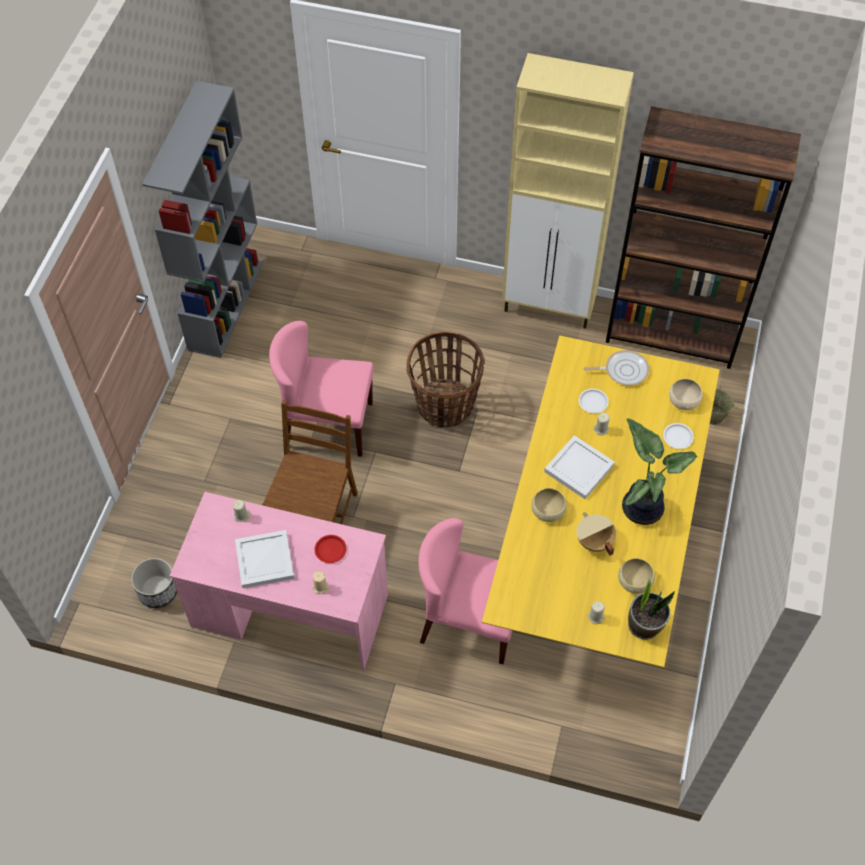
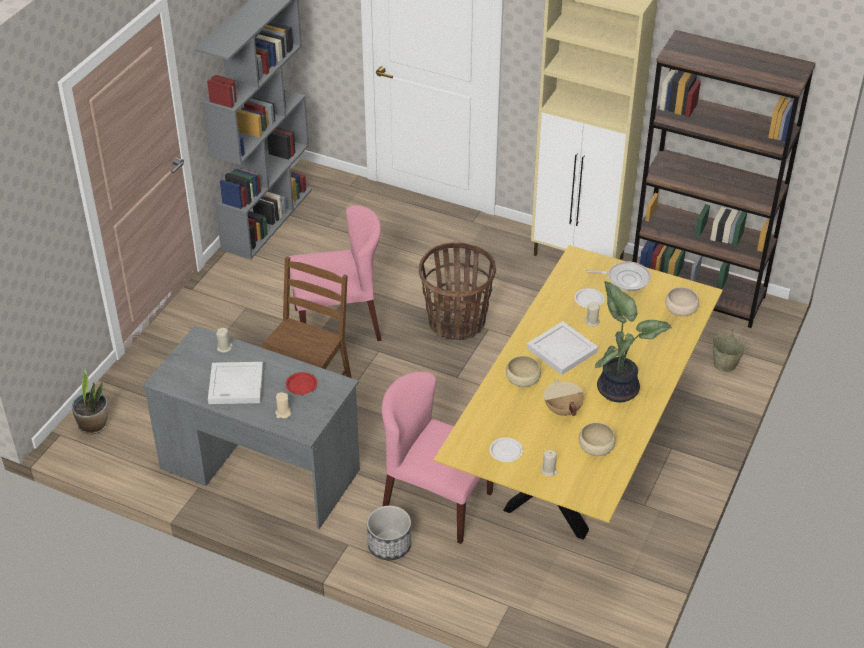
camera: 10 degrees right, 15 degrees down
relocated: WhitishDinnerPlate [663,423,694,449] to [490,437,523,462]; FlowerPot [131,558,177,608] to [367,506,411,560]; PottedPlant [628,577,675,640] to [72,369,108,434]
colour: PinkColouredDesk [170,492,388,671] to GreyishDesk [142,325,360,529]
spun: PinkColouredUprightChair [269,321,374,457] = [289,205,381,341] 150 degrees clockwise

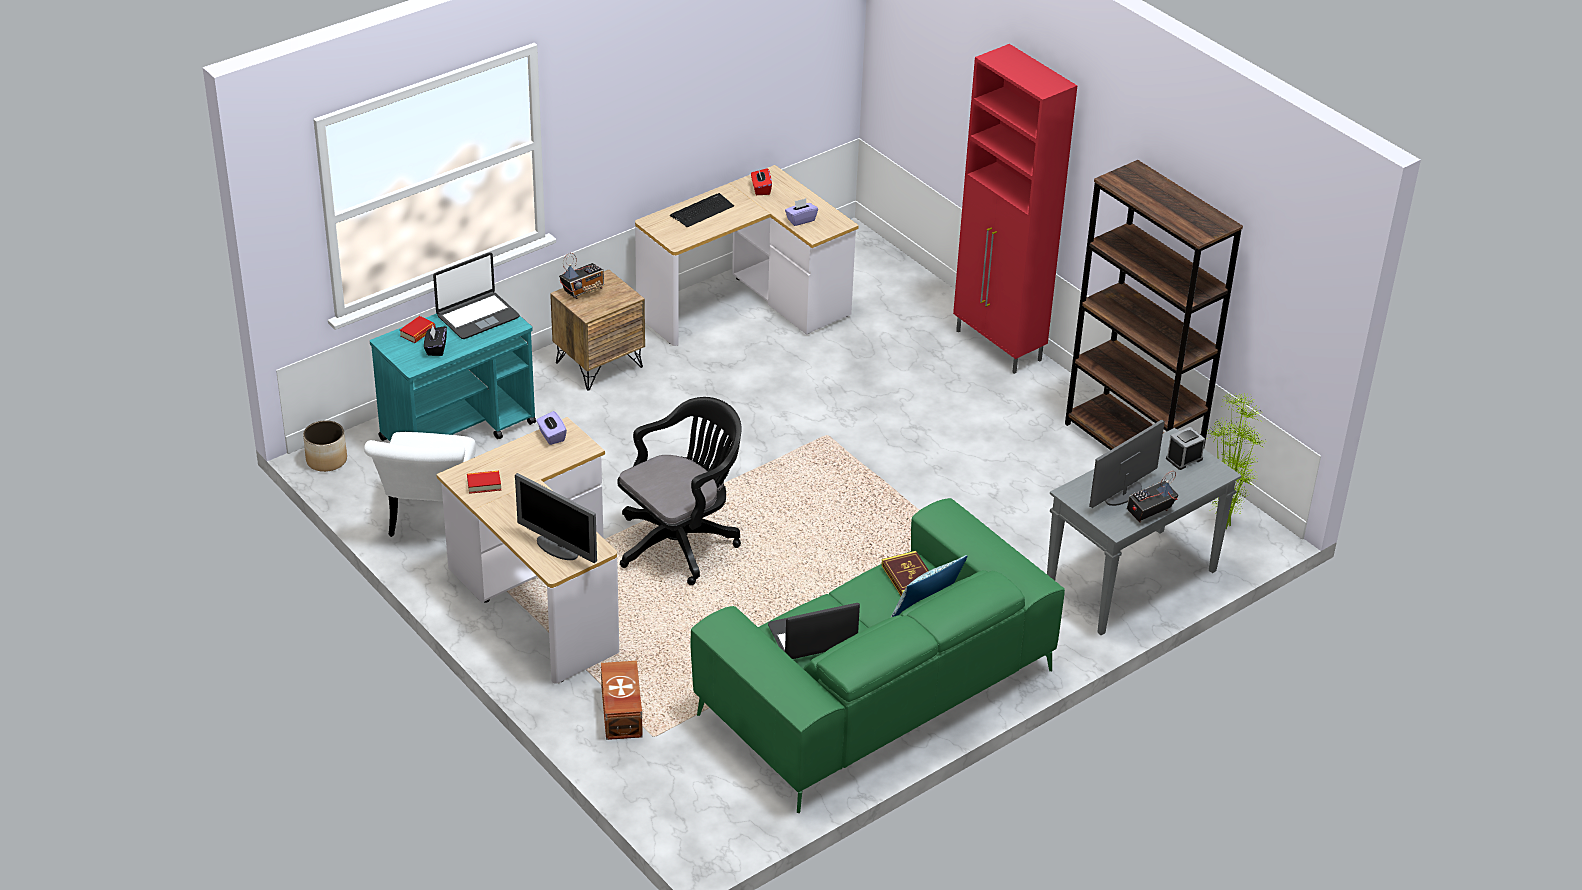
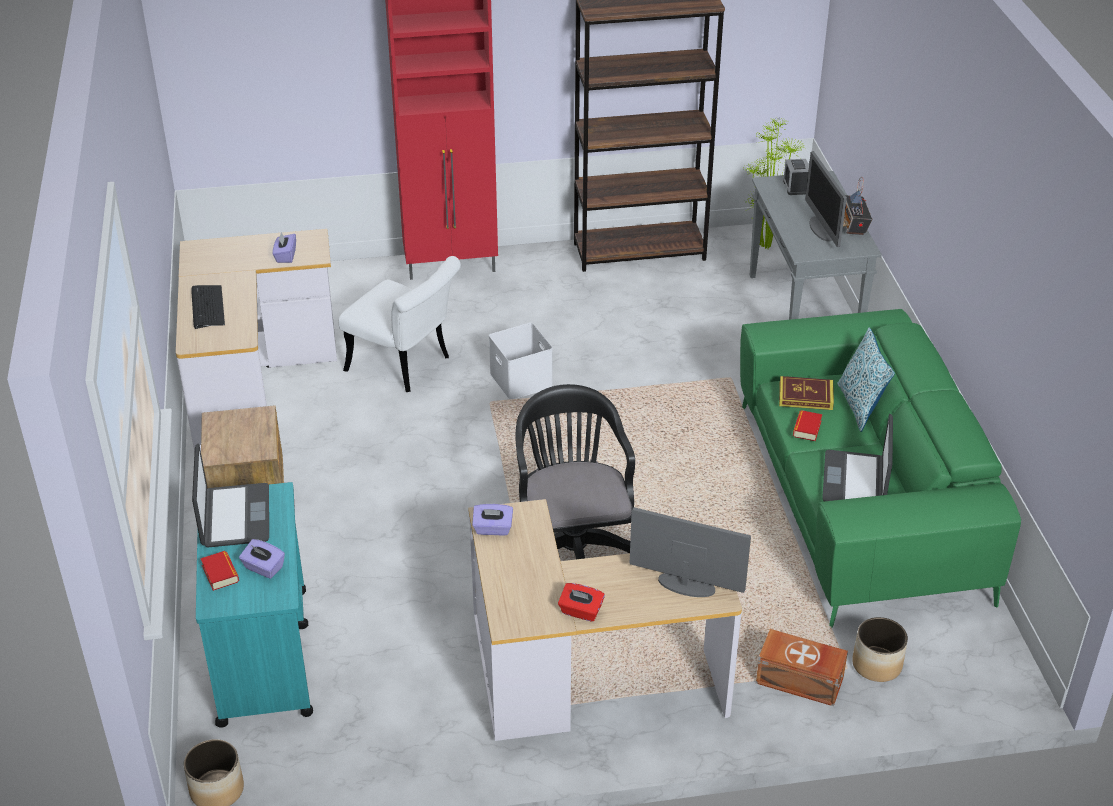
camera: 60 degrees left, 0 degrees up
missing: Radio [559,253,604,299]
appeared: WhitishStorageContainer [489,322,553,399]; FlowerPot [852,617,908,682]
relocated: RedColouredTissueBox [751,168,772,195] to [558,583,605,622]; WhitishUprightChair [364,432,476,537] to [339,256,461,392]; Volume [467,471,501,494] to [793,410,822,441]
colour: BlackColouredTissueBox [424,325,447,356] to PurpleColouredTissueBox [239,539,285,579]
spun: ComputerScreen [515,473,597,563] = [630,507,751,597] 135 degrees counterclockwise

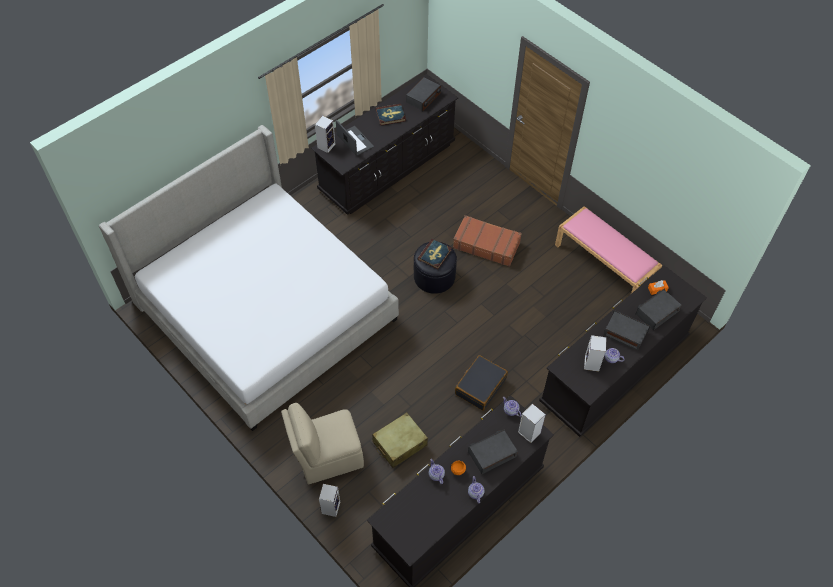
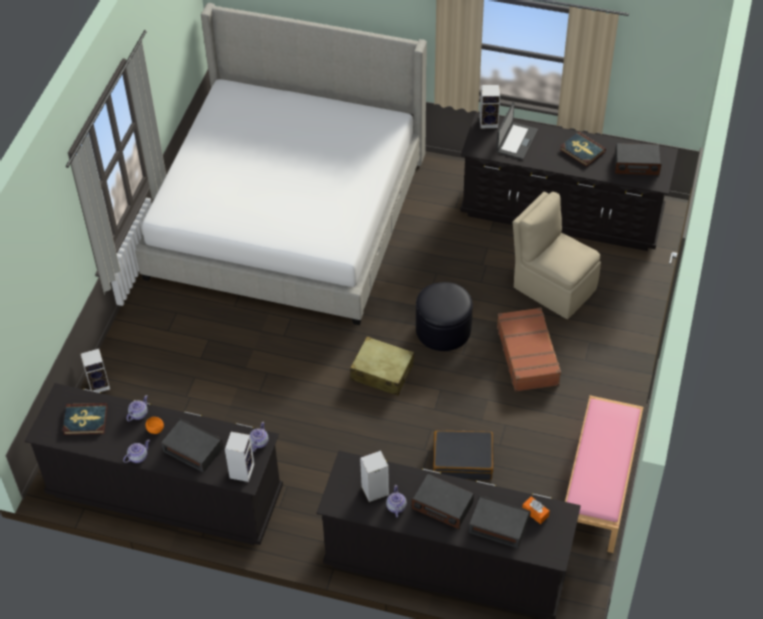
camera: 60 degrees right, 5 degrees down
relocated: Volume [418,239,451,269] to [62,403,108,435]; BlackColouredPieceOfLuggage [455,355,508,411] to [433,431,494,480]; SandColouredUprightChair [281,403,364,484] to [513,192,601,319]; SandColouredPieceOfLuggage [372,412,428,468] to [350,336,414,396]
spun: Radio [604,310,650,351] = [411,474,474,530] 120 degrees clockwise

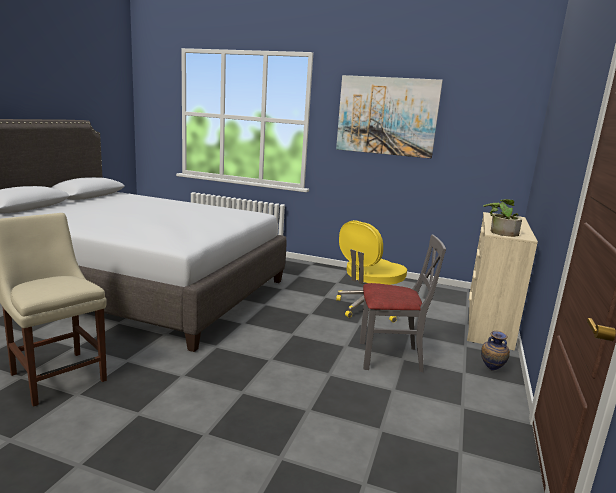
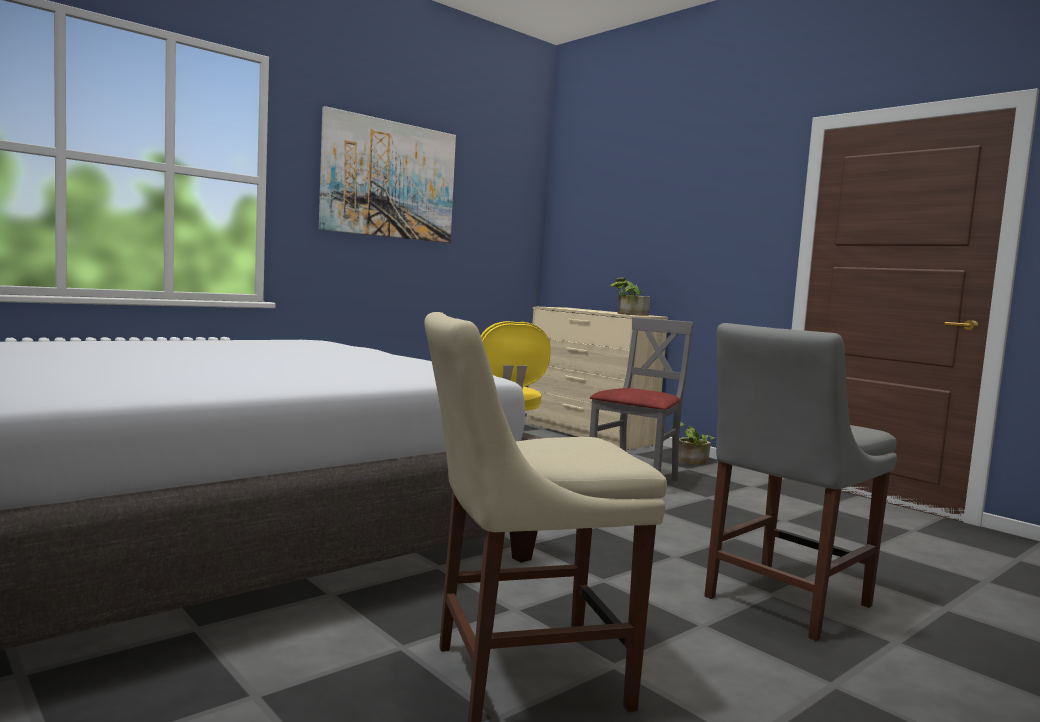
camera: 60 degrees left, 10 degrees down
appeared: GreyishUprightChair [704,323,897,641]
exchanged: DecorativeVase [481,331,510,371] to PottedPlant [672,422,715,464]

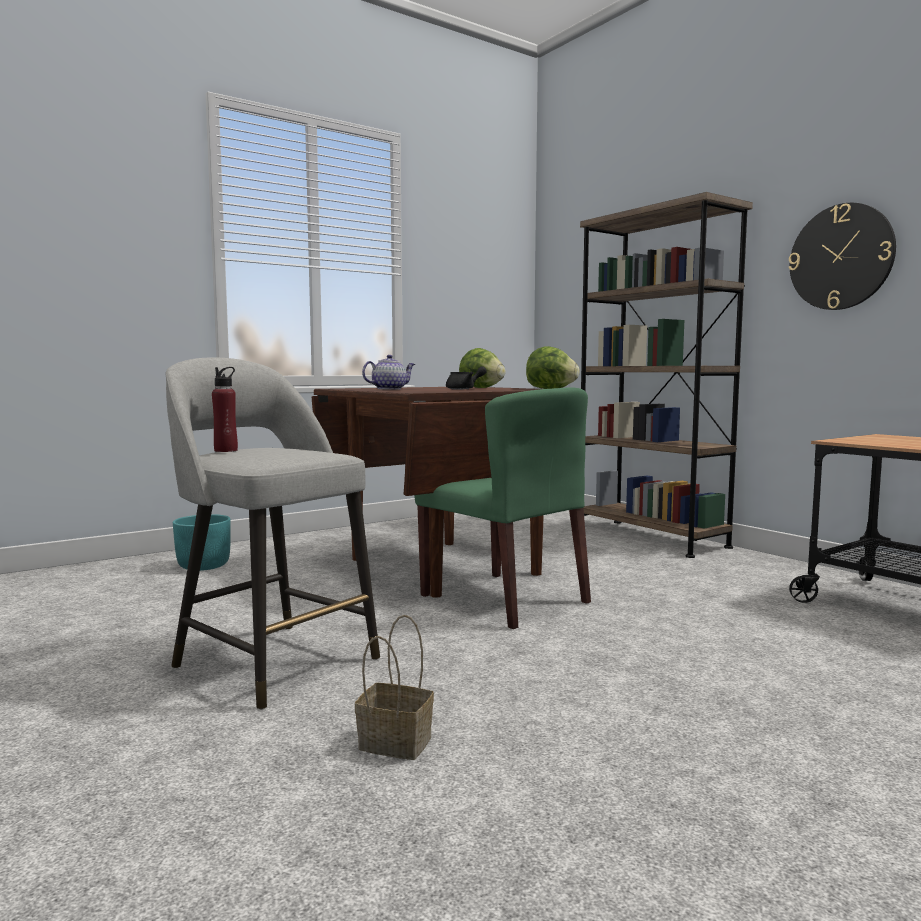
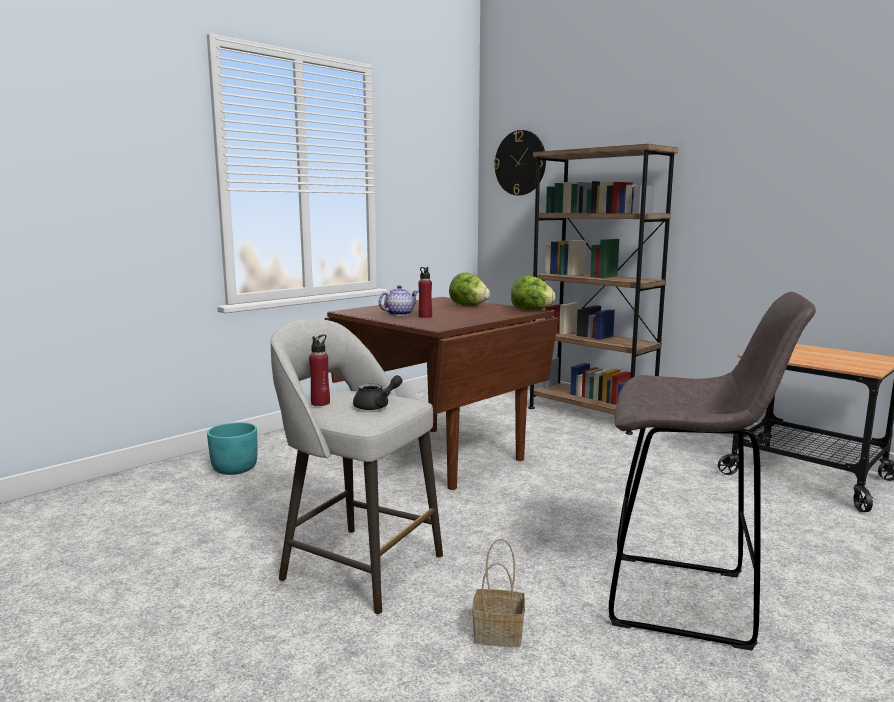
camera: 10 degrees left, 5 degrees up
missing: GreenColouredUprightChair [414,387,591,629]
appeared: RedColouredBottle [418,267,432,318]; GreyishStoolSeat [609,292,816,651]
relocated: WallClock [789,203,896,310] to [494,130,546,195]; BlackColouredTeapot [446,366,487,389] to [353,375,403,410]

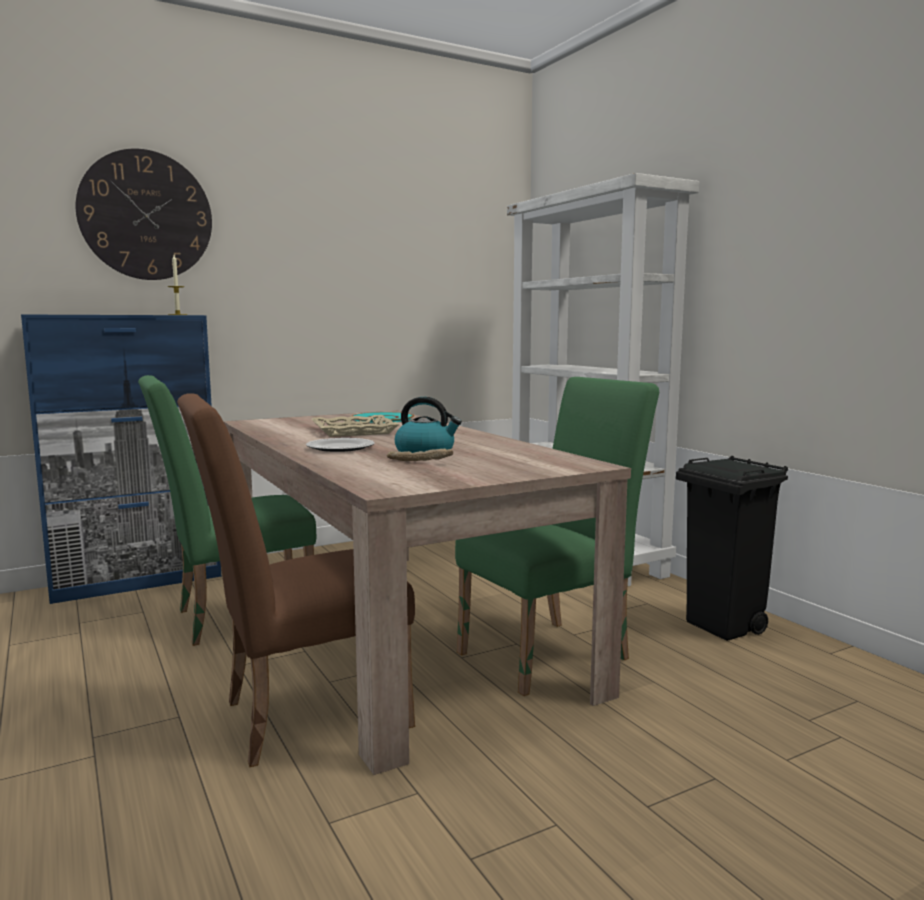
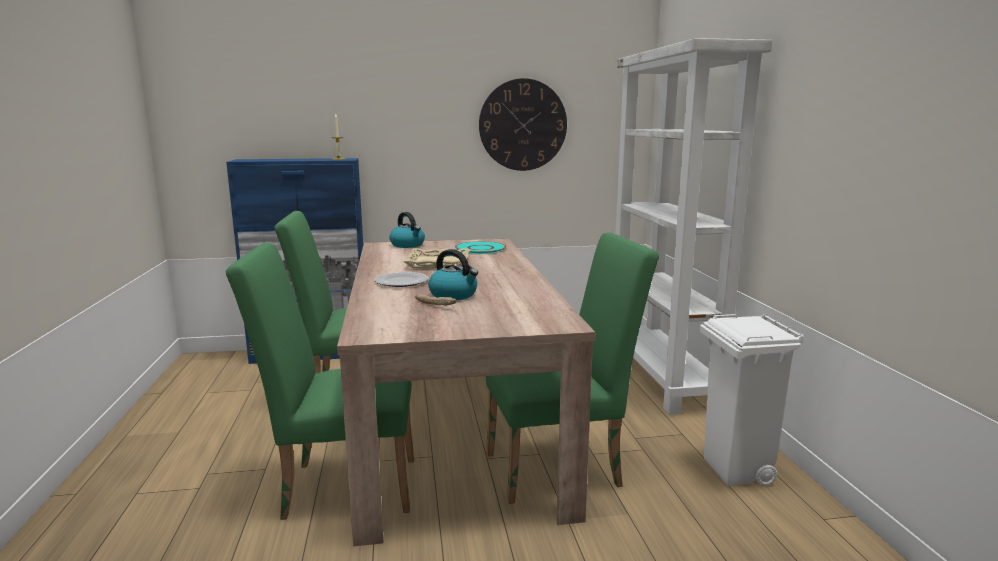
camera: 20 degrees right, 5 degrees up
appeared: WaterKettle [389,212,425,248]
relocated: WallClock [76,149,212,280] to [479,78,567,171]
colour: BrownColouredUprightChair [177,393,415,767] to GreenColouredUprightChair [226,243,414,520]; BlackColouredTrashCan [676,456,788,641] to WhitishTrashCan [700,314,805,486]

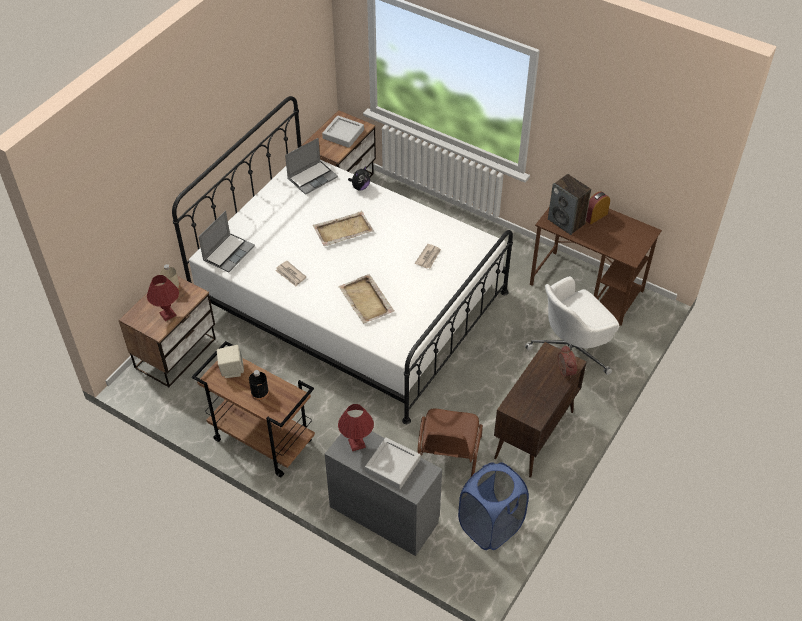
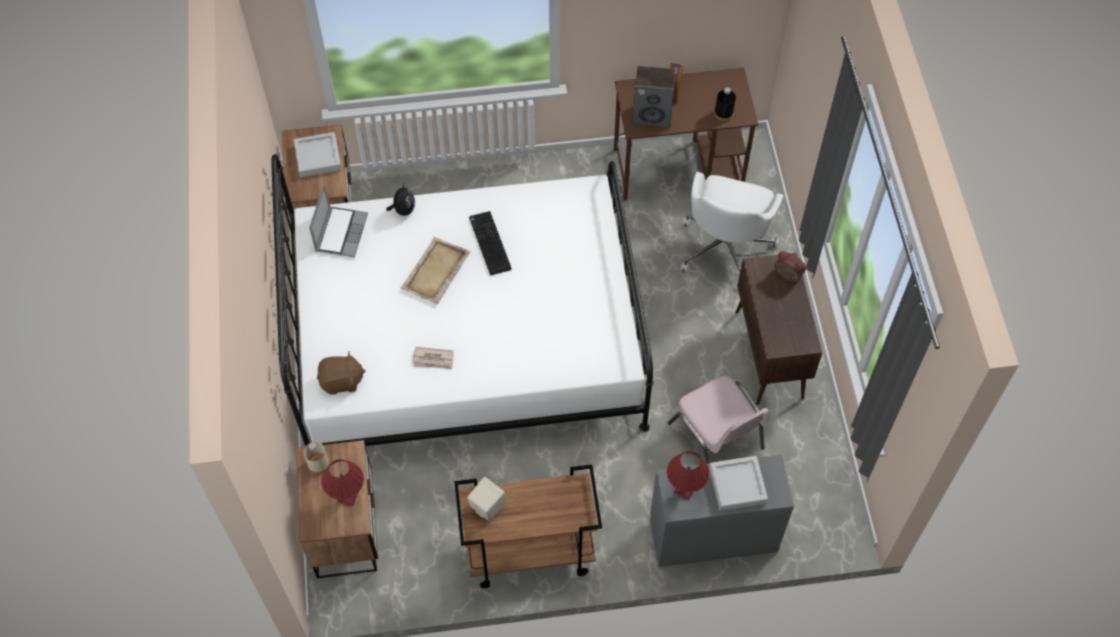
camera: 40 degrees left, 10 degrees up
missing: PrintedPaper [415,244,441,268]; SandColouredCarryingTray [338,274,394,324]; BlueWashingBasket [458,462,529,550]
appeared: Keyboard [469,211,512,275]
relocated: BlackColouredBottle [249,370,269,400] to [714,87,736,121]
exchanged: NotebookComputer [199,210,255,272] to BrownColouredPlushToy [317,351,366,395]
colour: BrownColouredUprightChair [417,409,483,477] to PinkColouredUprightChair [668,376,768,464]

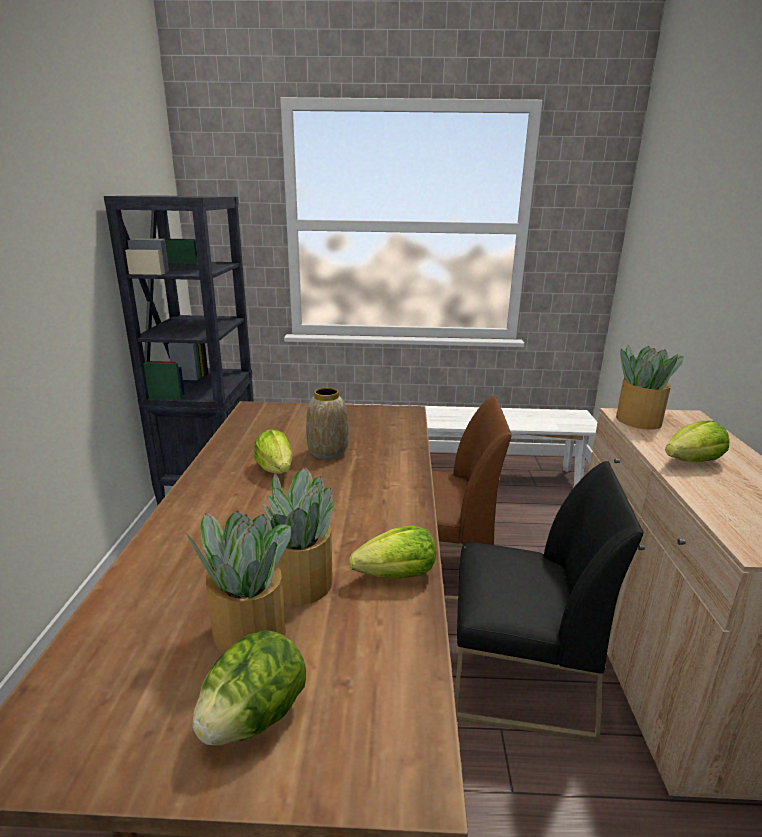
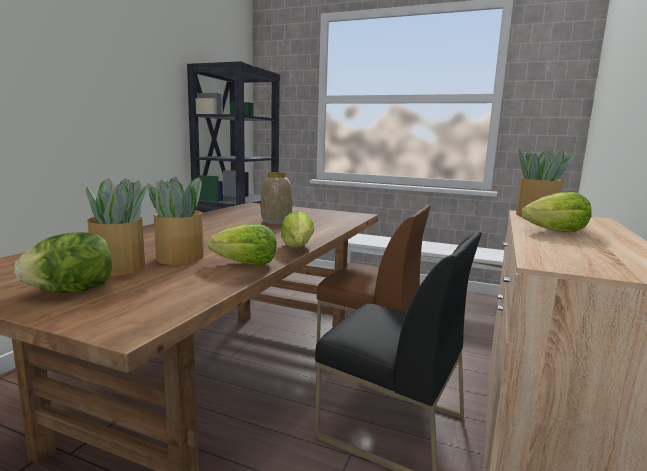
camera: 20 degrees right, 10 degrees down
relocated: LettuceHead [254,429,292,474] to [281,211,314,247]

